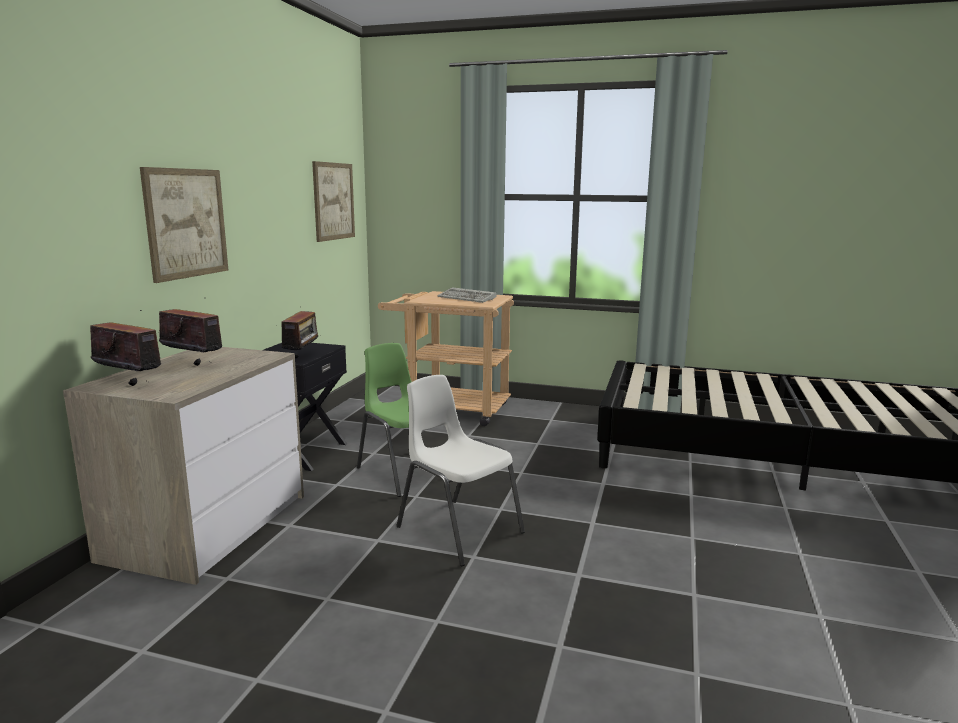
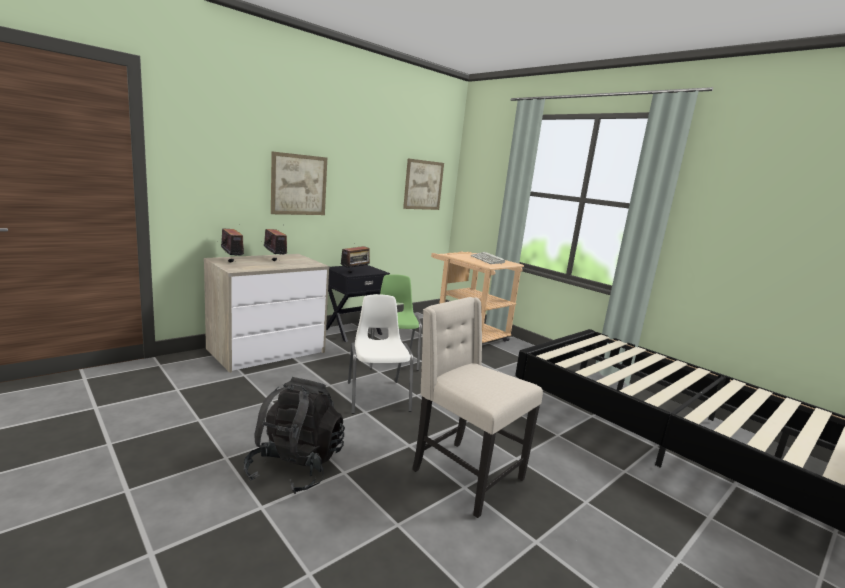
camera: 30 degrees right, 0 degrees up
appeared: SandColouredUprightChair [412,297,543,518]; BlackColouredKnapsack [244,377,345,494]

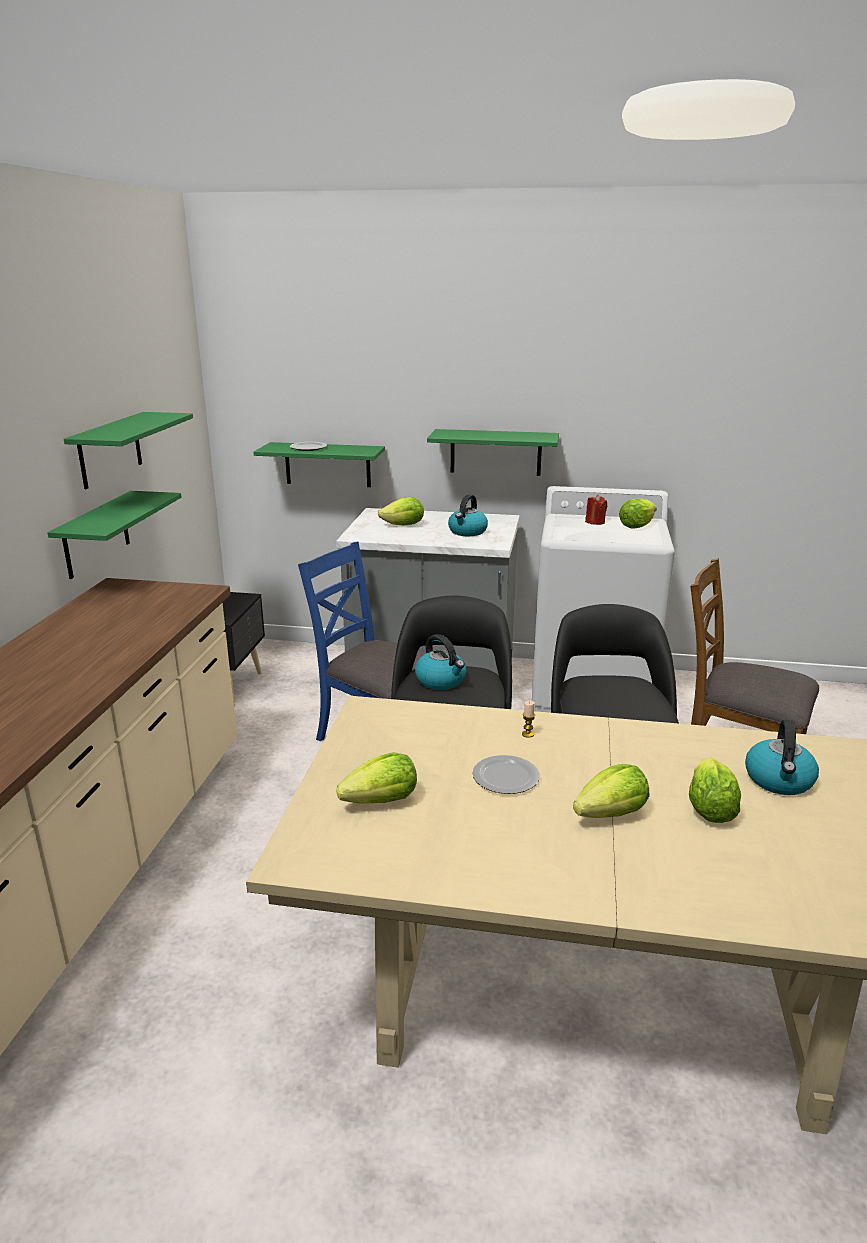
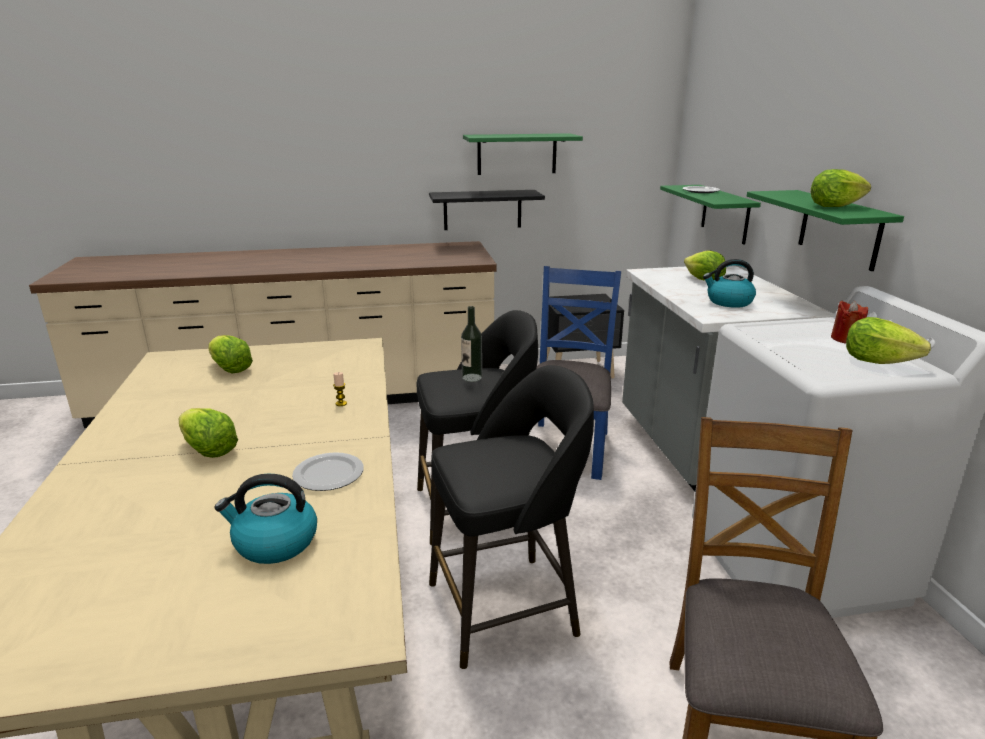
camera: 70 degrees right, 0 degrees up
relocated: DinnerPlate [472,755,540,794] to [292,452,364,491]; LettuceHead [689,757,741,823] to [811,169,871,207]
exchanged: WaterKettle [415,634,466,690] to Bottle [461,306,482,382]
colour: GreenColouredWallShelf [47,491,181,579] to BlackColouredWallShelf [429,190,545,230]

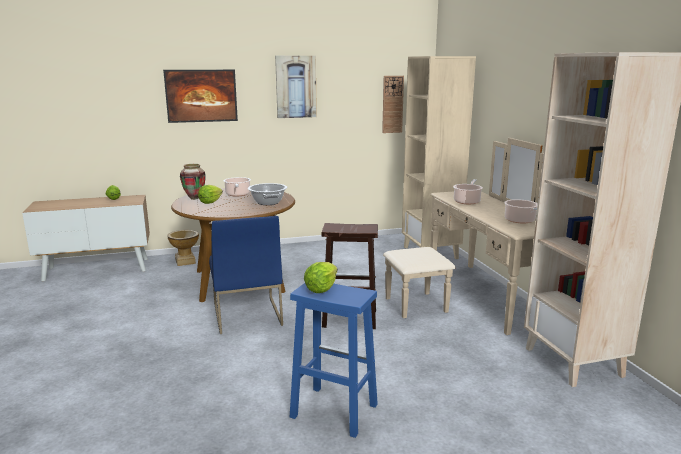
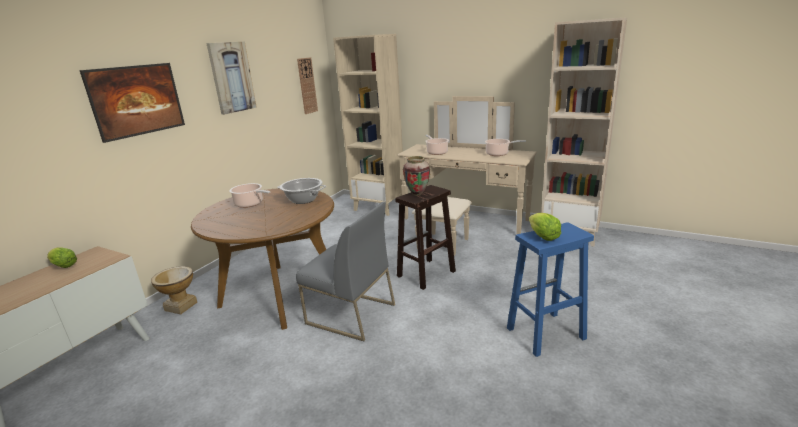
camera: 45 degrees left, 5 degrees up
missing: LettuceHead [198,185,223,204]
relocated: DecorativeVase [180,164,206,200] to [403,156,430,196]
colour: BlueUprightChair [209,216,283,334] to GreyishUprightChair [296,201,395,341]

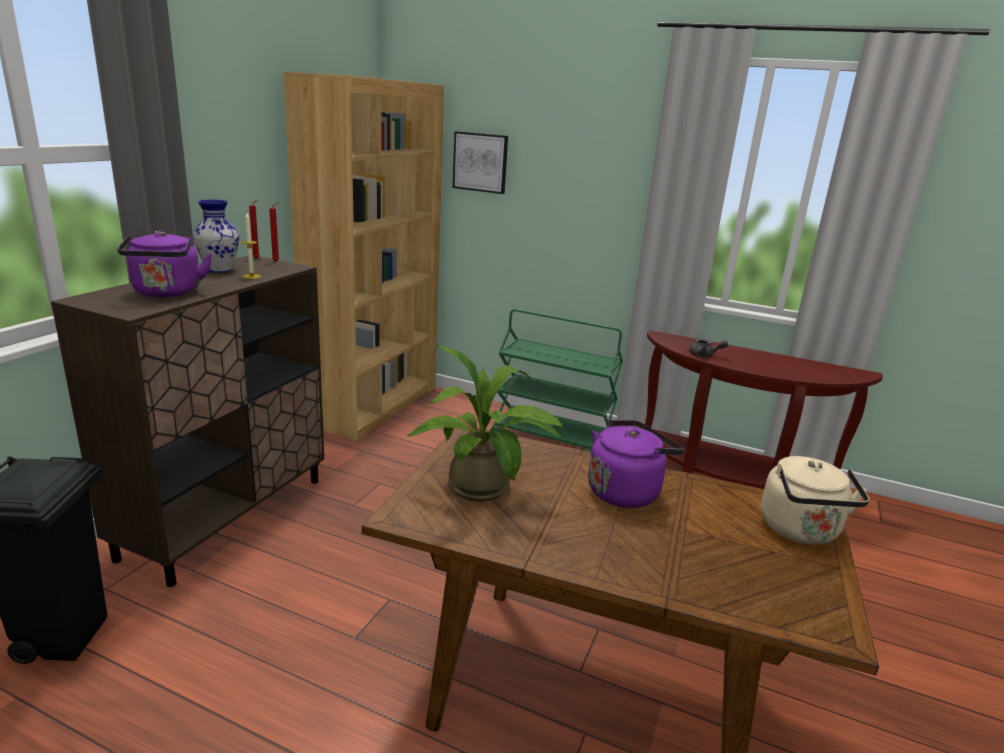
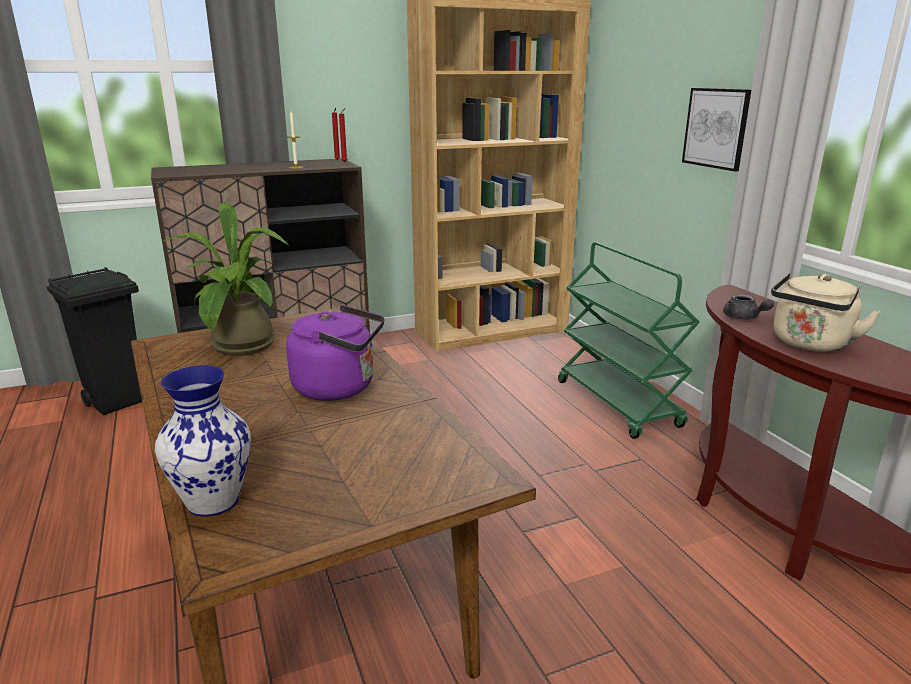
camera: 45 degrees right, 0 degrees up
missing: PurpleColouredWaterKettle [117,231,212,297]
relocated: WallPicture [453,131,508,194] to [682,88,751,172]; DecorativeVase [193,200,239,273] to [155,365,251,517]; SandColouredWaterKettle [761,456,870,545] to [771,273,881,352]

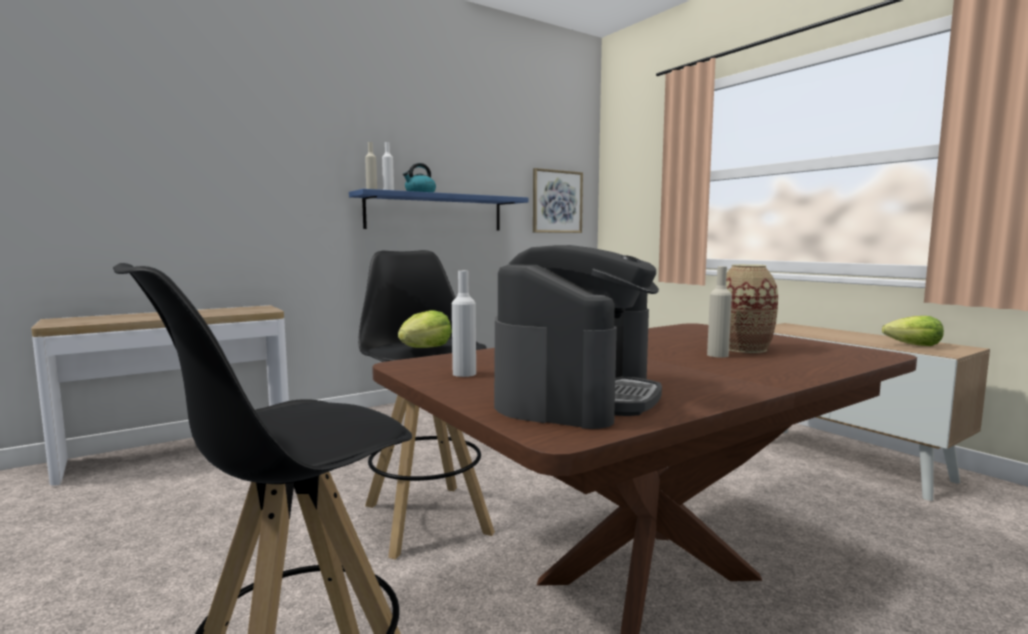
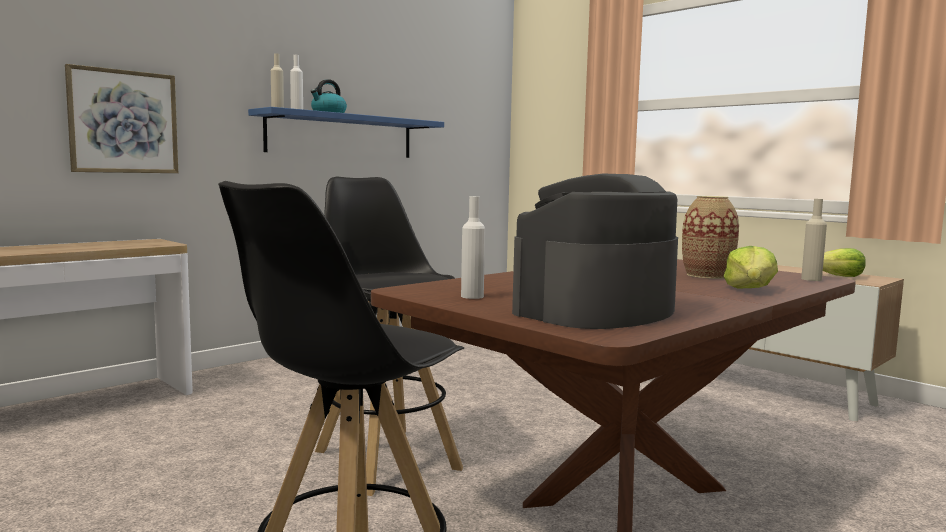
camera: 10 degrees left, 0 degrees up
relocated: WallPicture [533,168,583,233] to [65,64,178,173]; SandColouredBottle [707,266,732,358] to [801,199,827,281]; LettuceHead [398,310,452,348] to [723,246,778,288]
spun: CoffeeBrewer [494,245,662,429] = [512,174,678,329] 150 degrees counterclockwise

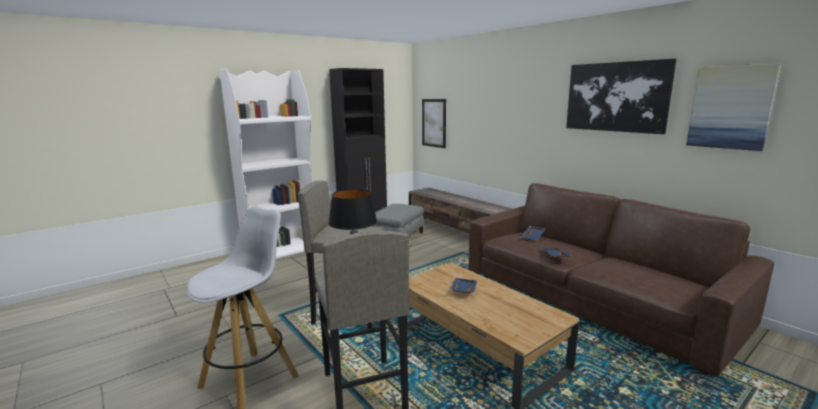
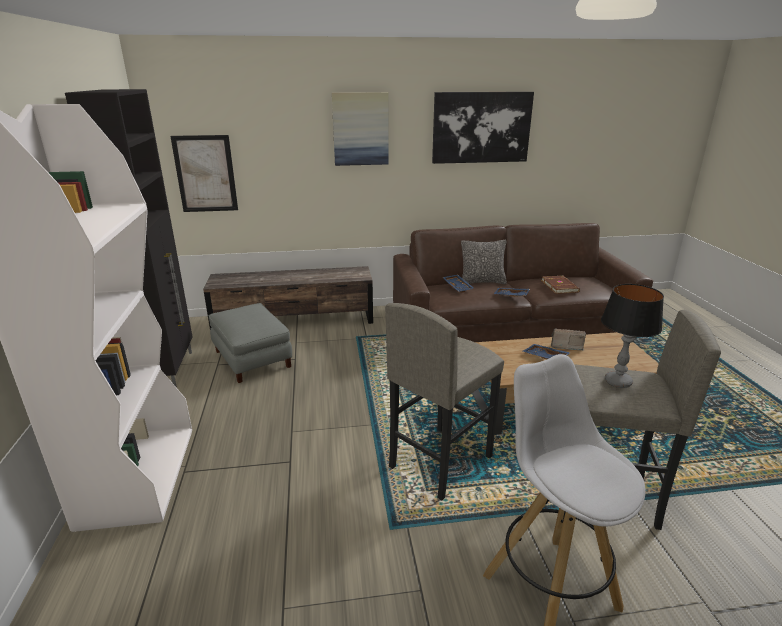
camera: 60 degrees left, 10 degrees up
appeared: Pillow [461,240,507,284]; BrownColouredVolume [541,276,580,294]; Radio [551,329,586,351]
relocated: WallPicture [686,64,781,151] to [332,92,389,166]

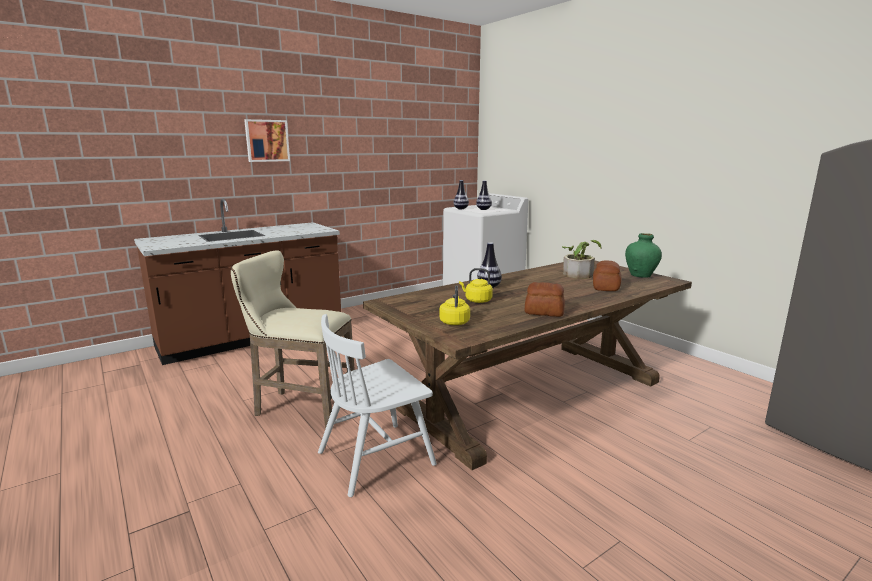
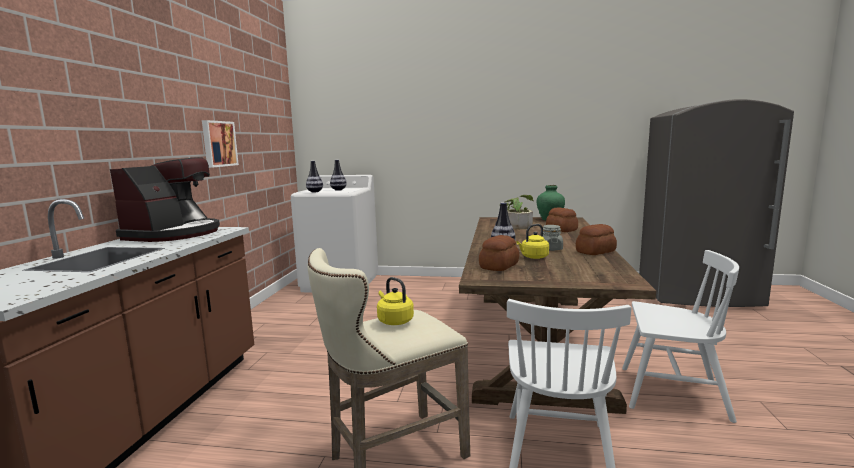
camera: 45 degrees left, 5 degrees down
appeared: CoffeeBrewer [110,157,220,242]; GreyishPreserveJar [543,225,563,251]; BakedBread [479,235,519,271]; WhitishUprightChair [622,250,739,423]
relocated: WallPicture [244,119,290,162] to [202,120,239,168]; YellowishWaterKettle [439,285,470,325] to [377,277,414,325]

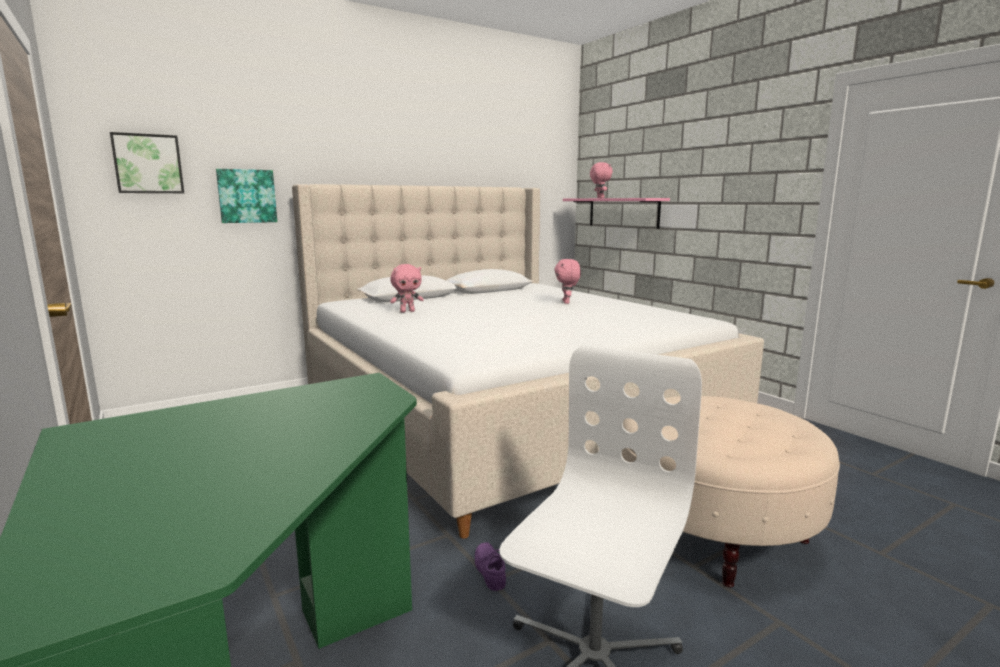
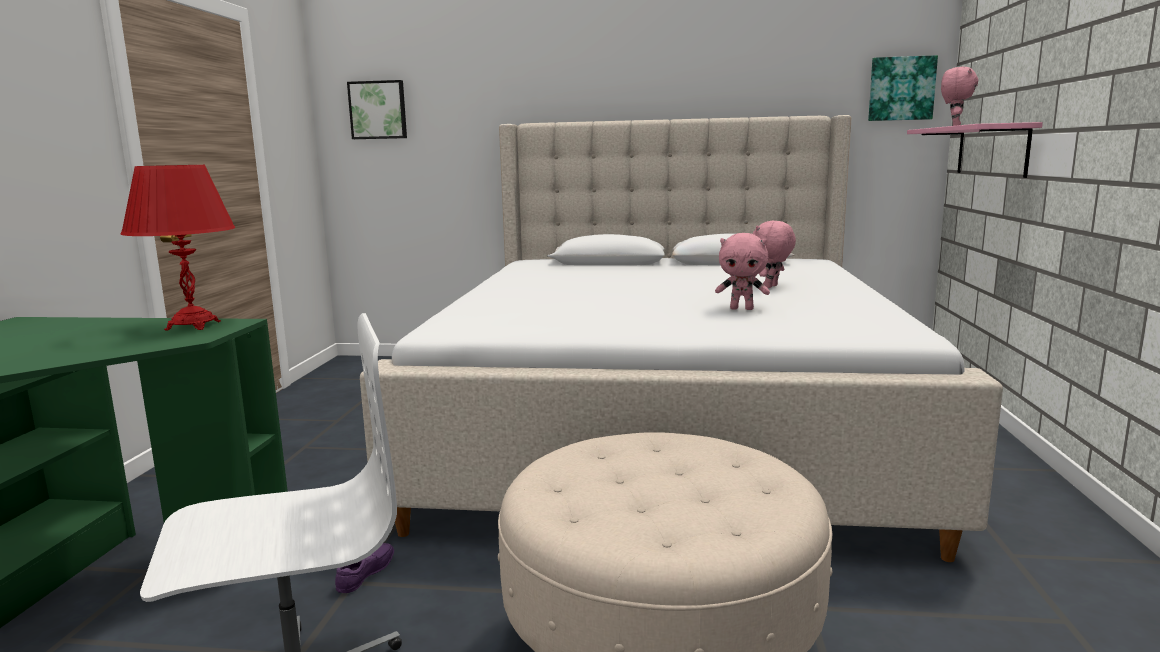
camera: 40 degrees right, 0 degrees up
appeared: RedColouredTabletopLamp [121,165,235,330]
relocated: WallPicture [216,169,277,223] to [868,55,938,121]; PinkColouredPlushToy [390,264,424,313] to [715,233,770,310]

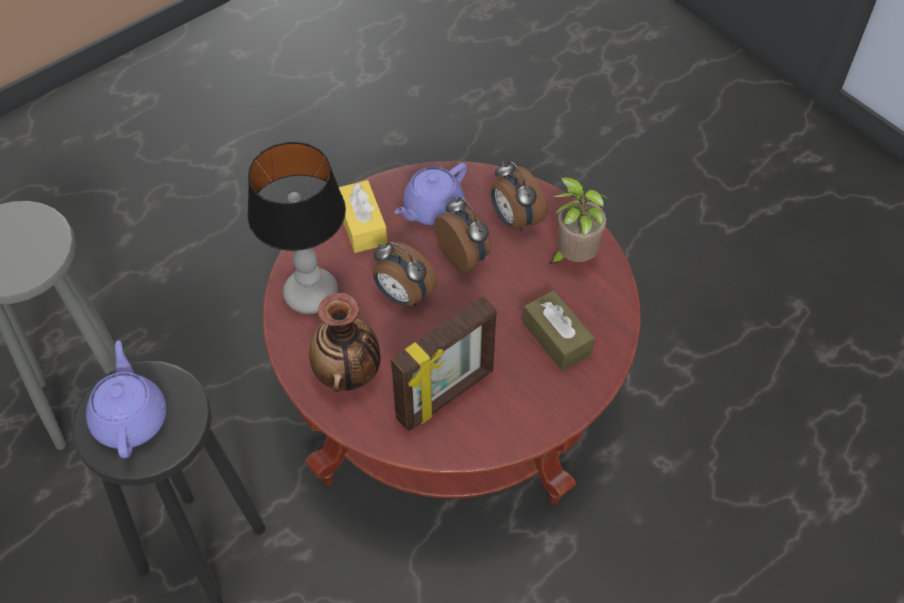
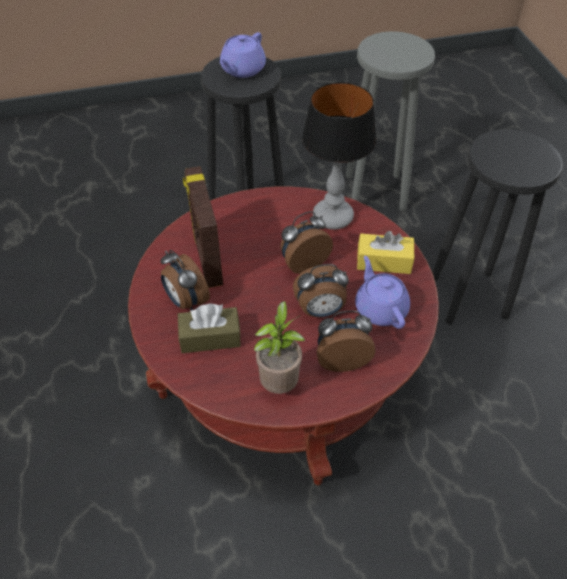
camera: 115 degrees right, 5 degrees down
missing: DecorativeVase [309,293,380,392]
appeared: BlackColouredStoolSeat [433,129,563,325]; BedsideClock [160,250,210,310]
spun: PurpleColouredTeapot [86,340,167,458] = [220,32,266,78] 105 degrees clockwise

